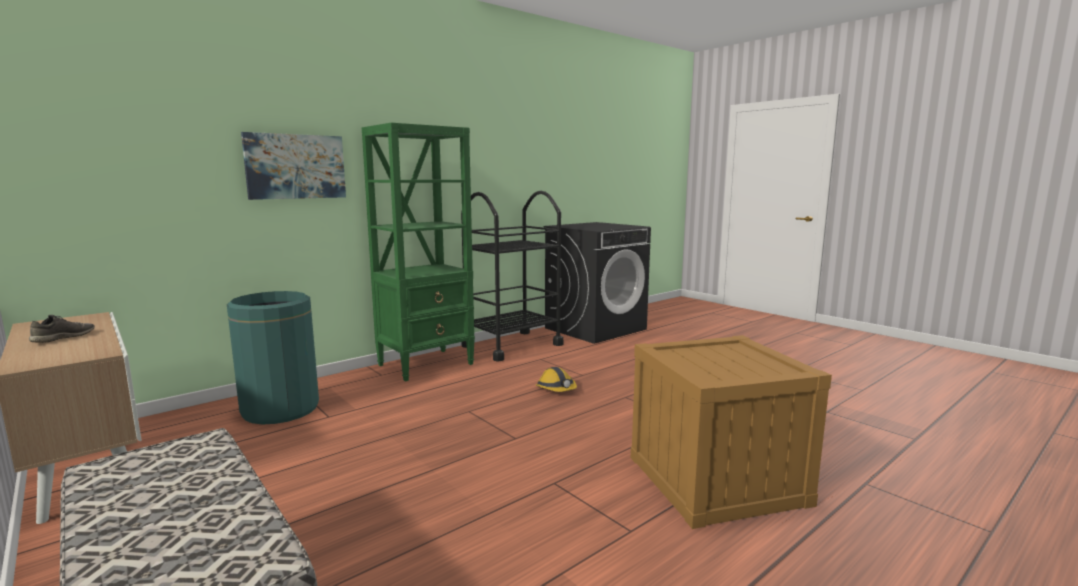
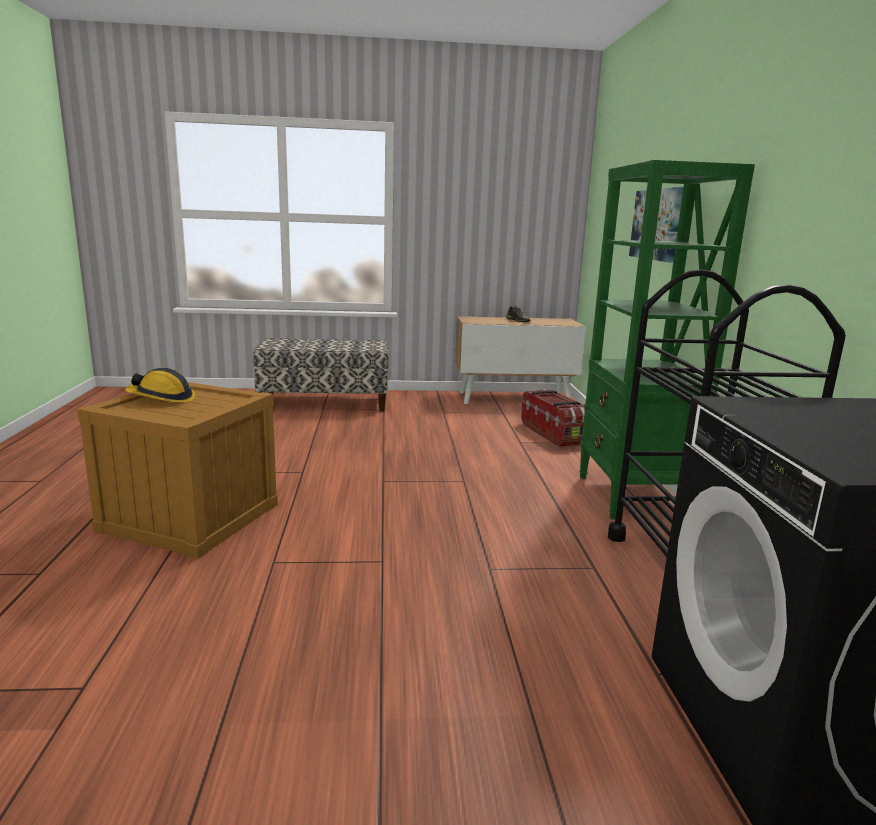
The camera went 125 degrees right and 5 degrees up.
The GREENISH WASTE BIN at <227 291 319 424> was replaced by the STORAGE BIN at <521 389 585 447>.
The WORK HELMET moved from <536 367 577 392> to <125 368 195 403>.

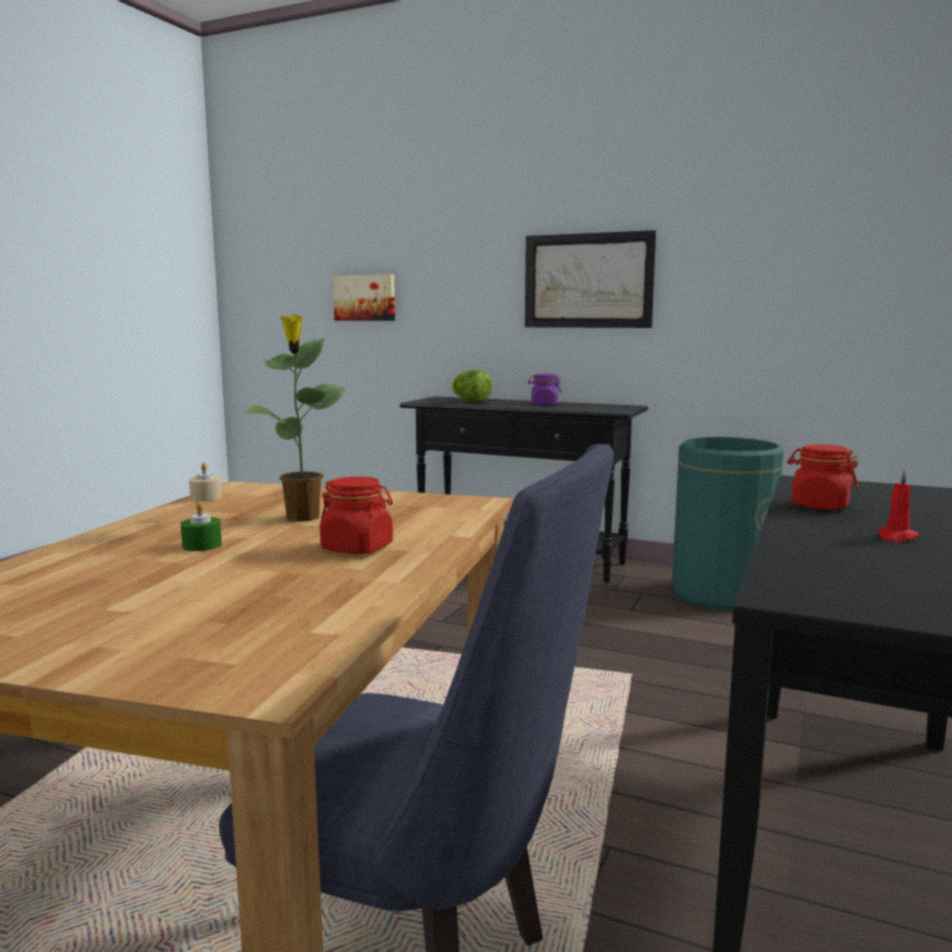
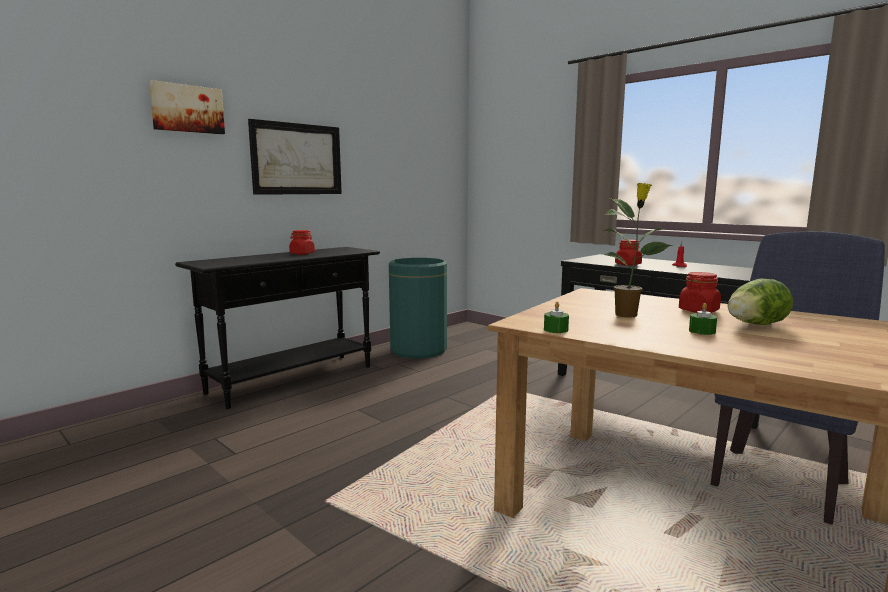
The camera went 70 degrees left and 0 degrees up.
The WALL ART moved from <333 274 395 321> to <149 80 225 134>.
The LETTUCE HEAD moved from <450 370 492 402> to <728 279 793 325>.
The PURPLE-COLOURED JAR at <528 374 562 406> became the RED-COLOURED JAR at <289 230 315 255>.
The SAND-COLOURED WAX CANDLE at <189 463 222 501> became the GREENISH WAX CANDLE at <544 302 569 333>.

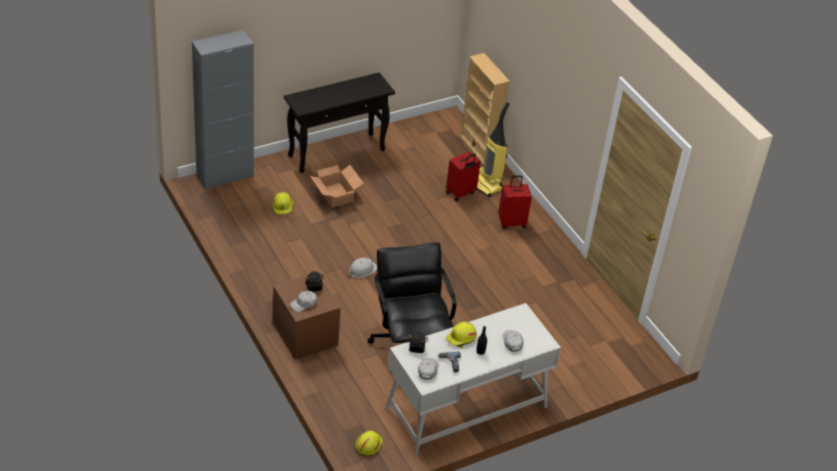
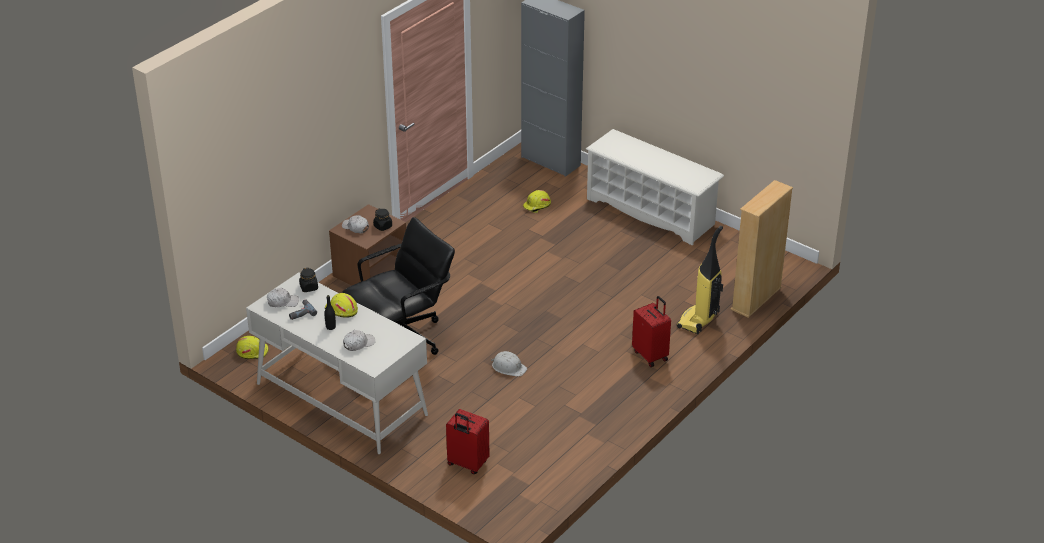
The camera went 70 degrees right and 5 degrees down.
The BLACK CONSOLE TABLE at <284 72 395 173> was replaced by the WHITE SHOE STAND at <586 129 724 245>.
The RED-COLOURED PIECE OF LUGGAGE moved from <446 152 481 201> to <446 409 490 474>.
The PACKING BOX at <310 165 363 207> disappeared.
The WHITE WORK HELMET moved from <349 258 377 278> to <491 351 527 377>.

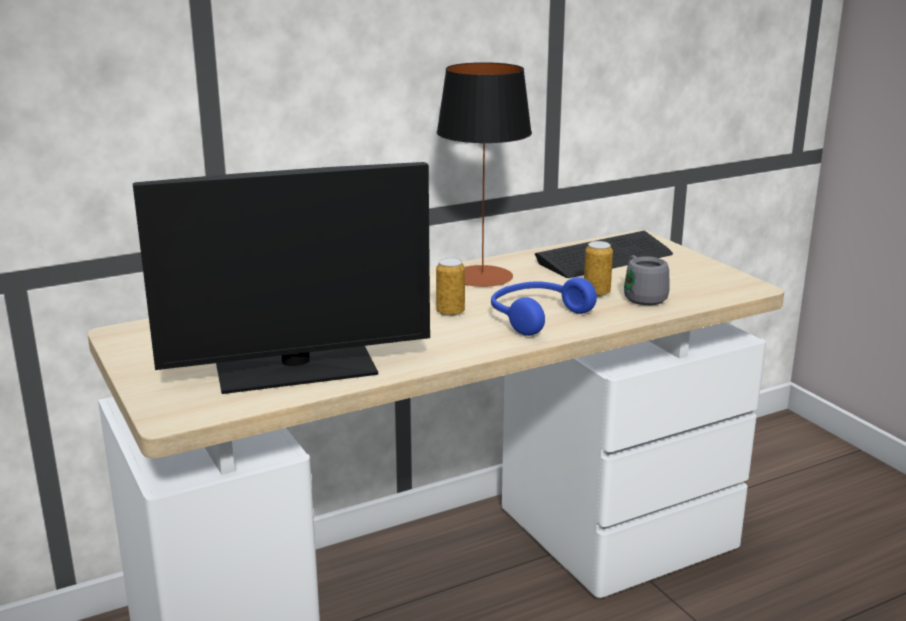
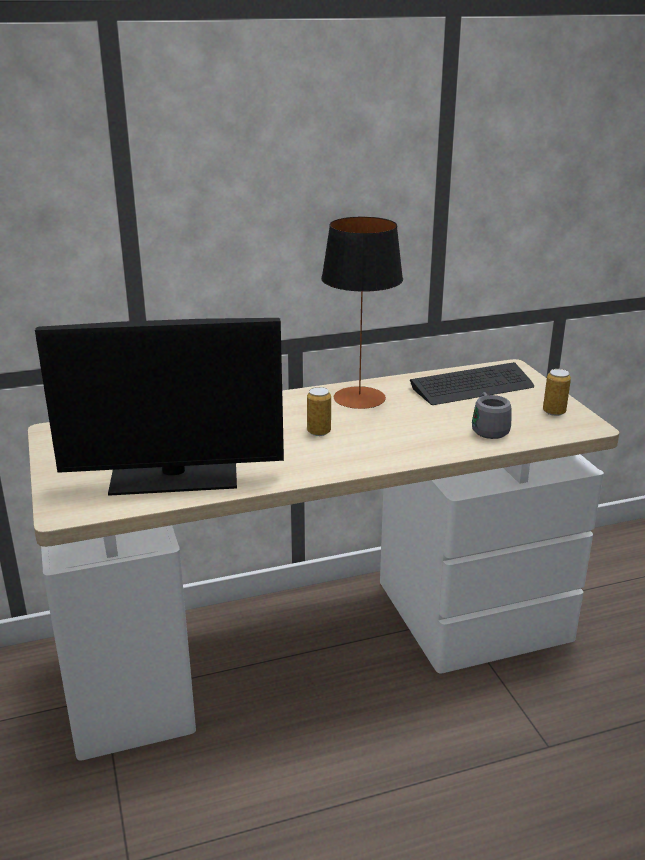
The camera went 10 degrees right and 5 degrees up.
The SEALED CAN moved from <584 241 613 297> to <543 369 571 416>.
The BLUISH HEADPHONES at <491 277 597 336> disappeared.

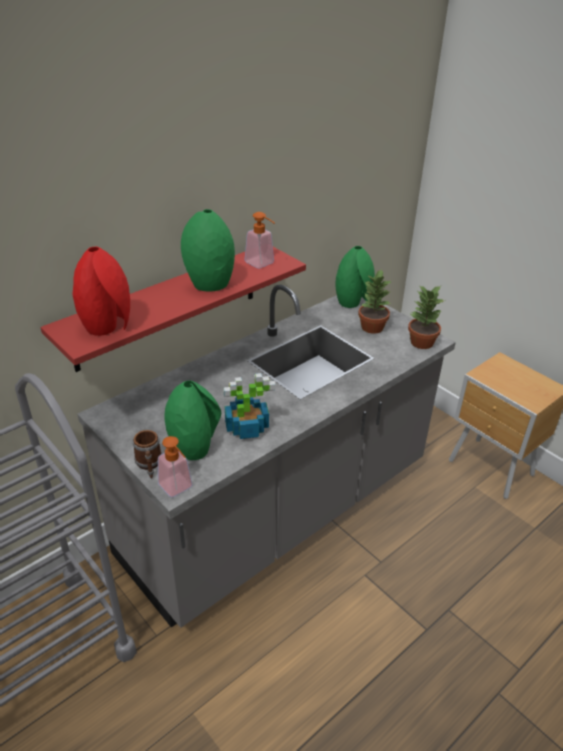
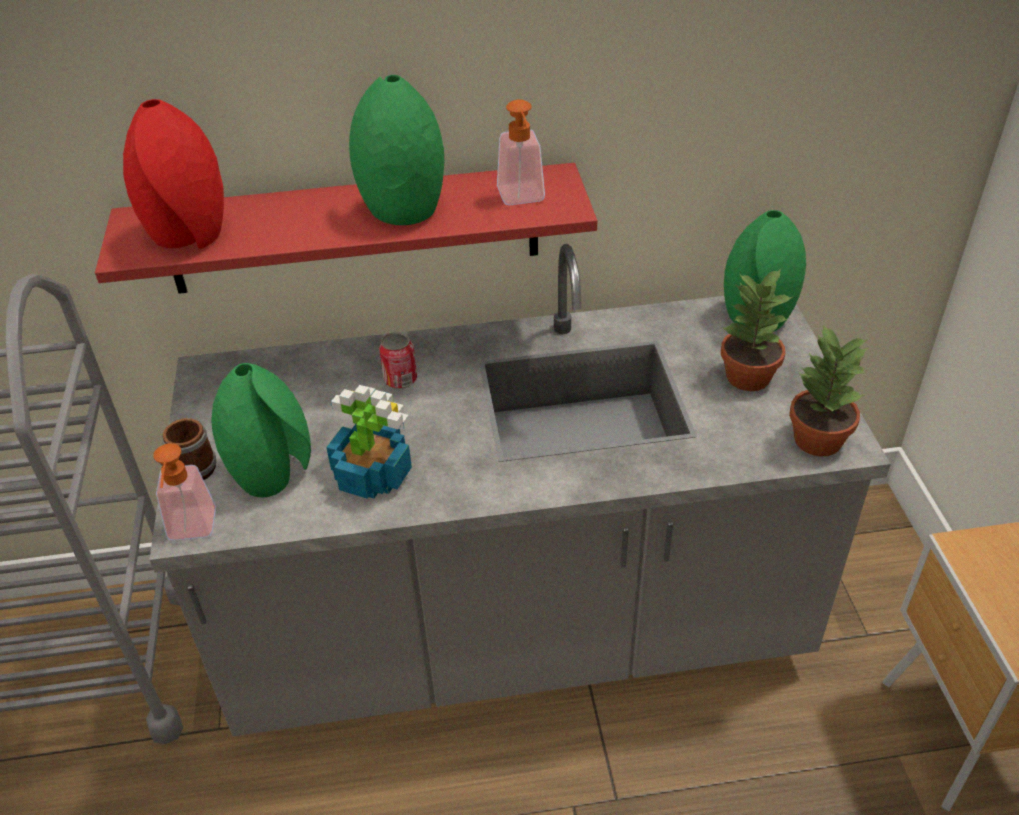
The camera went 35 degrees right and 5 degrees up.
The SEALED CAN at <379 332 417 389> appeared.

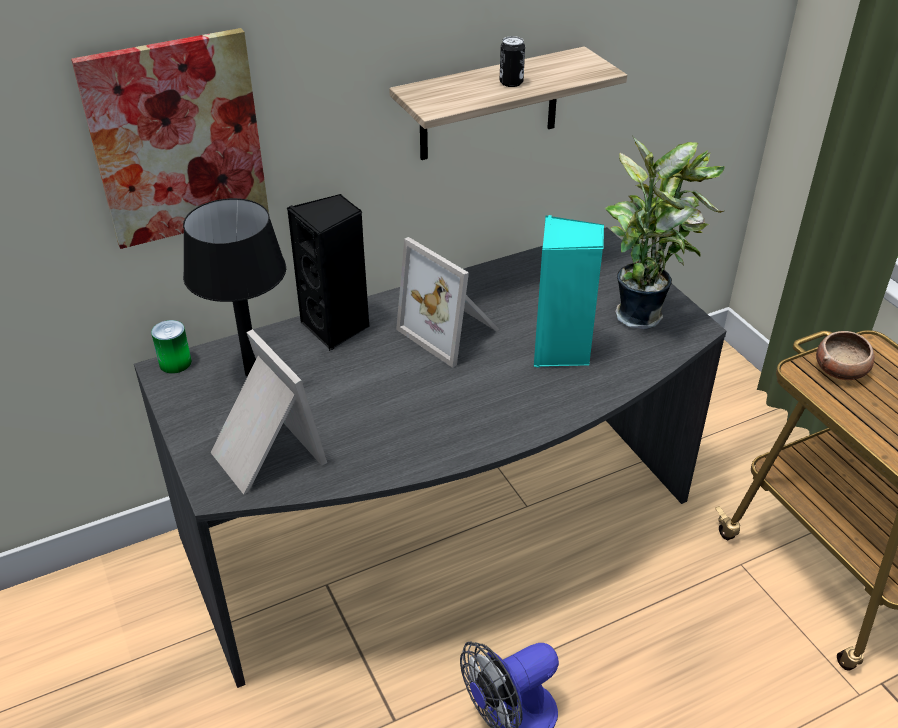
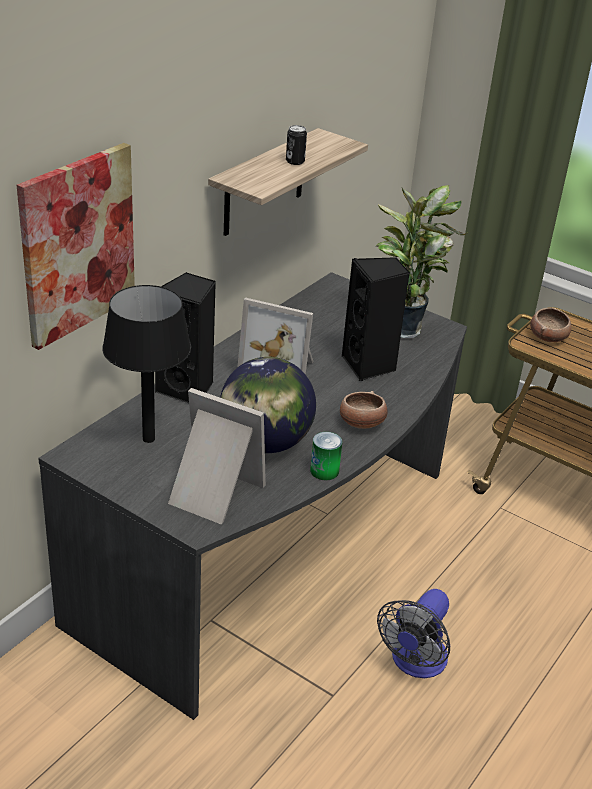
The camera went 30 degrees left and 5 degrees down.
The TURQUOISE SPEAKER at <534 215 604 368> became the BLACK SPEAKER at <342 257 410 381>.
The SEALED CAN moved from <151 320 192 374> to <310 432 342 480>.
The DESK GLOBE at <220 357 316 453> appeared.
The SERVING BOWL at <340 391 388 429> appeared.

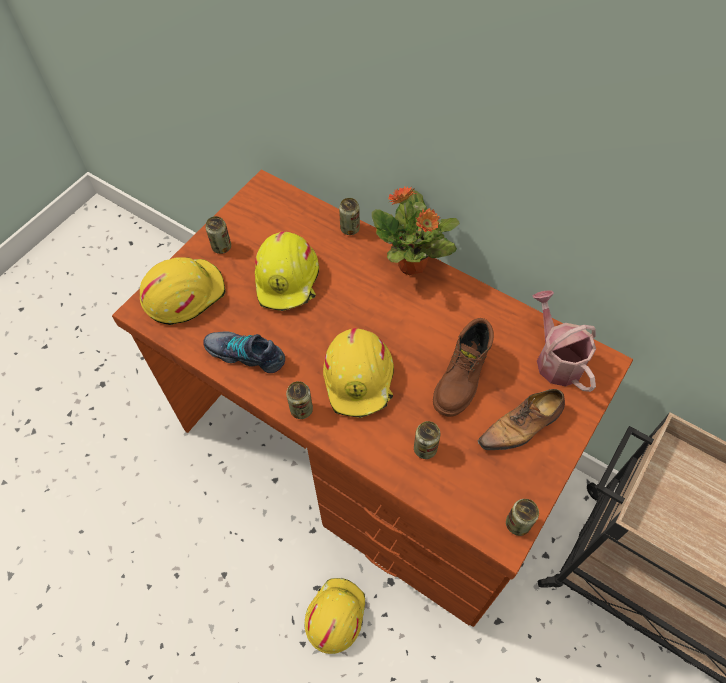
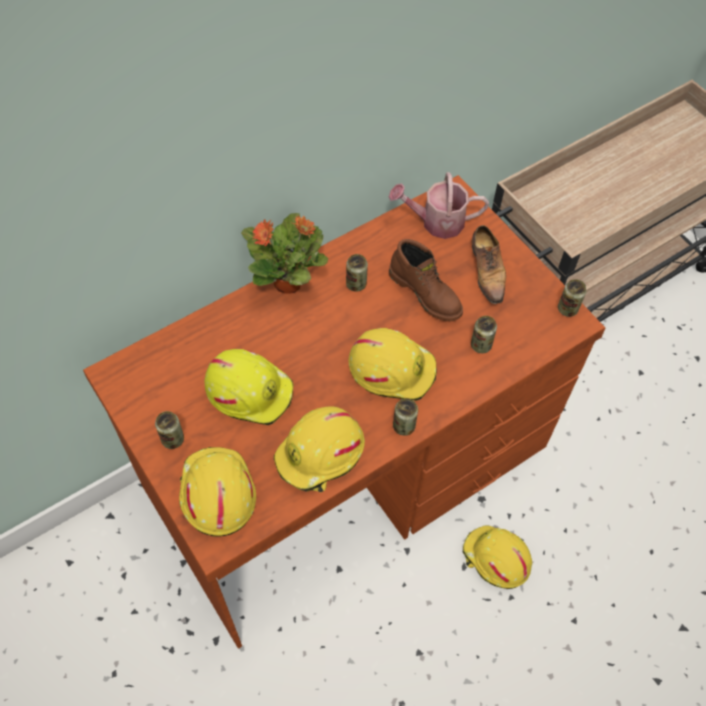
The camera went 70 degrees left and 0 degrees up.
The SEALED CAN moved from <339 198 360 235> to <346 254 368 292>.
The SHOE at <203 331 285 373> was replaced by the YELLOW-COLOURED WORK HELMET at <274 406 365 492>.

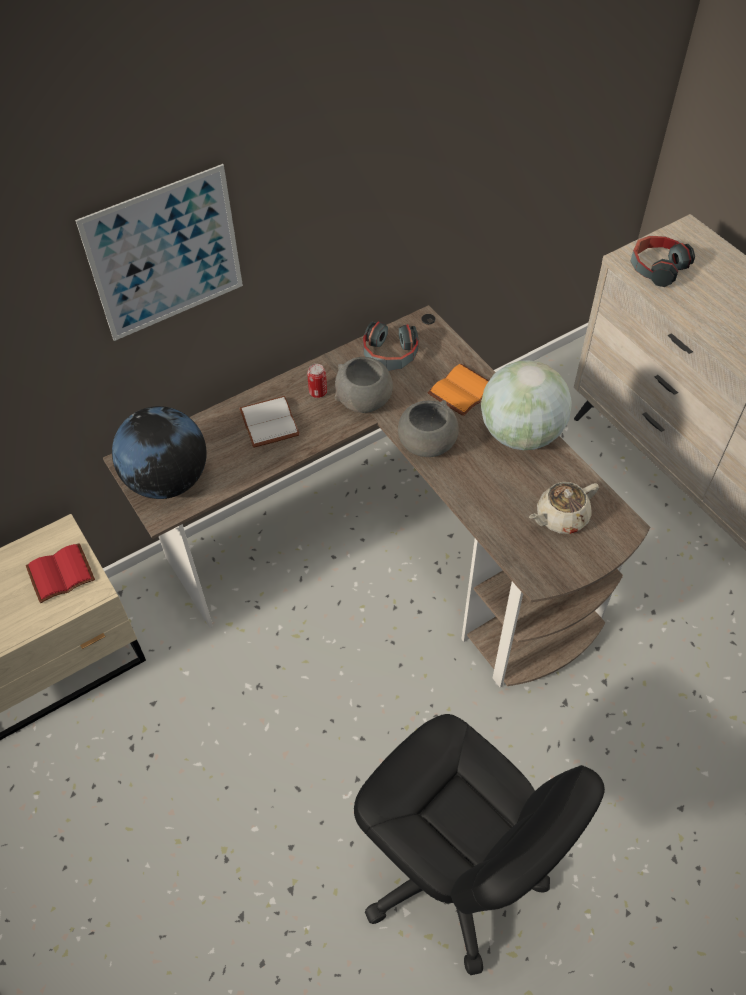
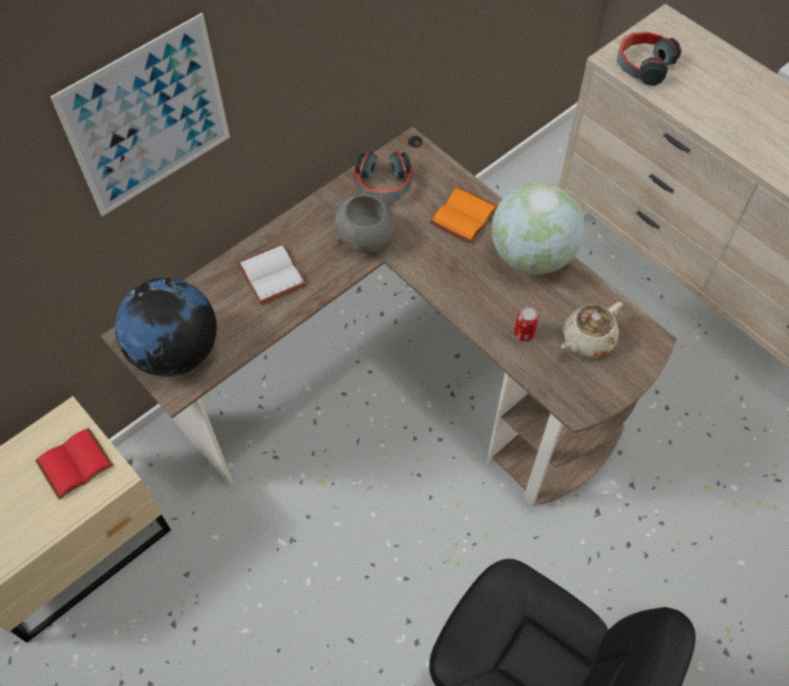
The camera went 10 degrees left and 5 degrees up.
The SEALED CAN moved from <307 364 327 398> to <514 306 539 341>.
The GRAY SERVING BOWL at <398 400 459 457> disappeared.

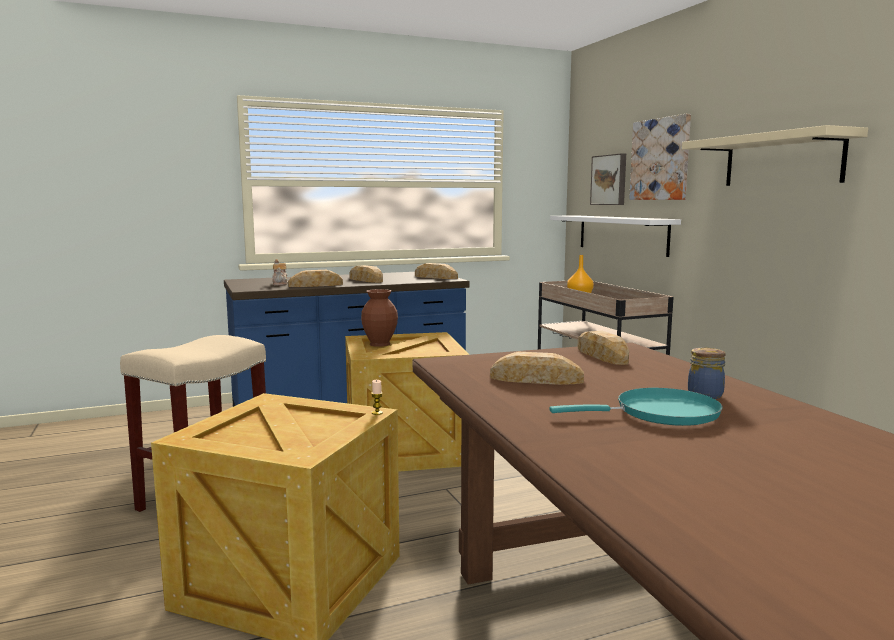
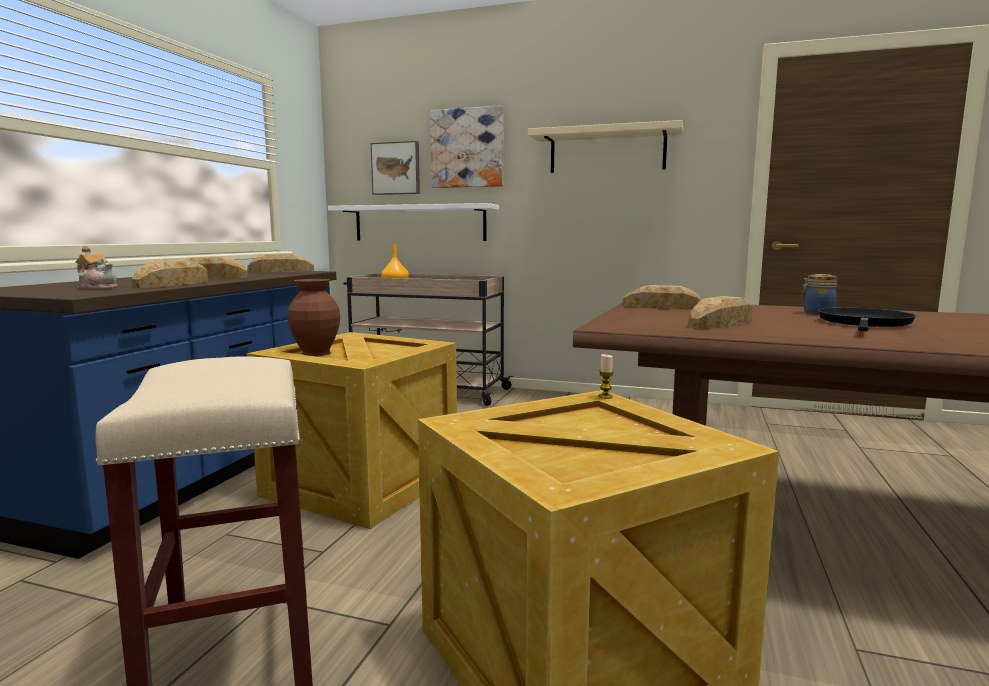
The camera went 50 degrees left and 0 degrees up.
The TURQUOISE PAN at <549 388 723 426> became the BLACK PAN at <818 307 916 331>.

